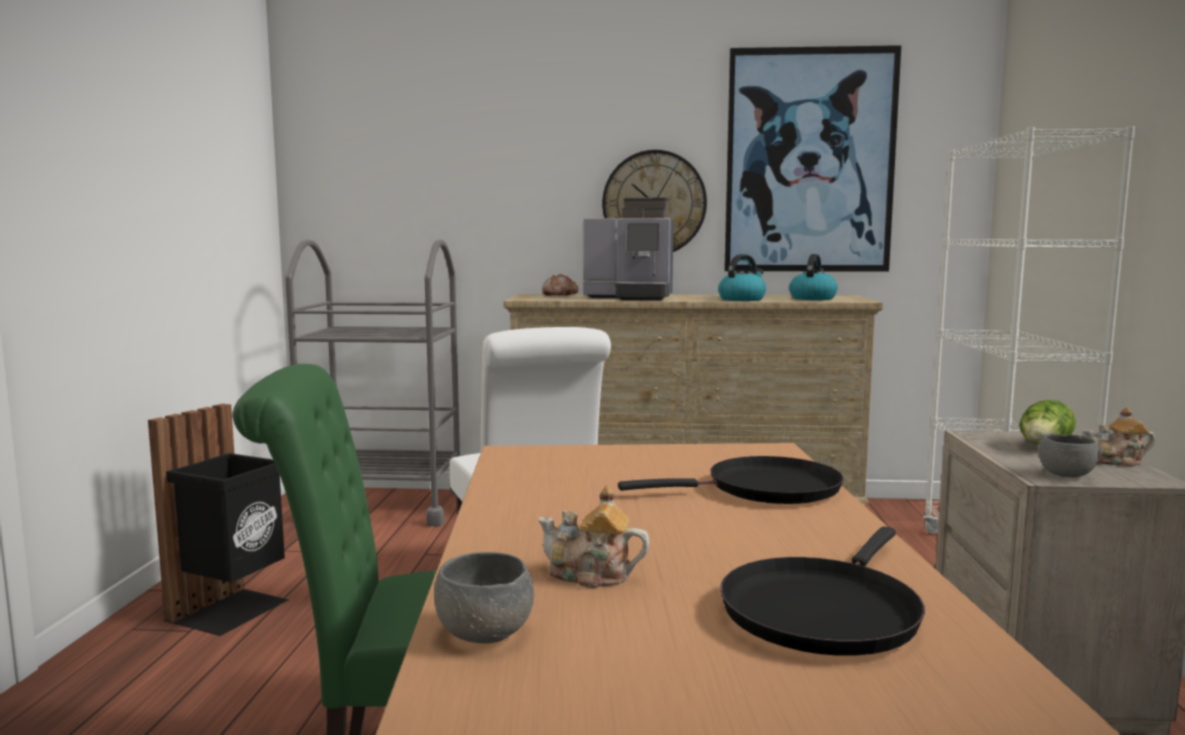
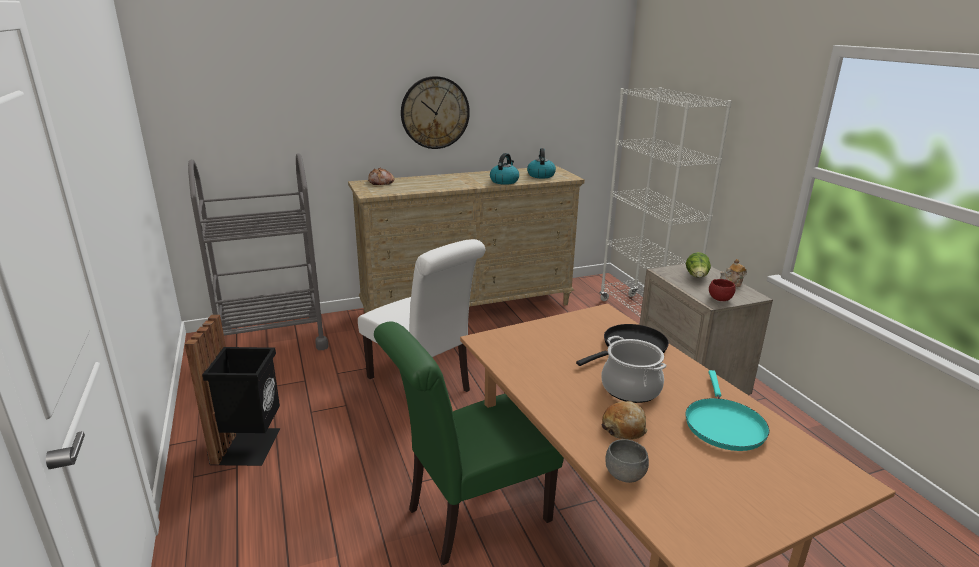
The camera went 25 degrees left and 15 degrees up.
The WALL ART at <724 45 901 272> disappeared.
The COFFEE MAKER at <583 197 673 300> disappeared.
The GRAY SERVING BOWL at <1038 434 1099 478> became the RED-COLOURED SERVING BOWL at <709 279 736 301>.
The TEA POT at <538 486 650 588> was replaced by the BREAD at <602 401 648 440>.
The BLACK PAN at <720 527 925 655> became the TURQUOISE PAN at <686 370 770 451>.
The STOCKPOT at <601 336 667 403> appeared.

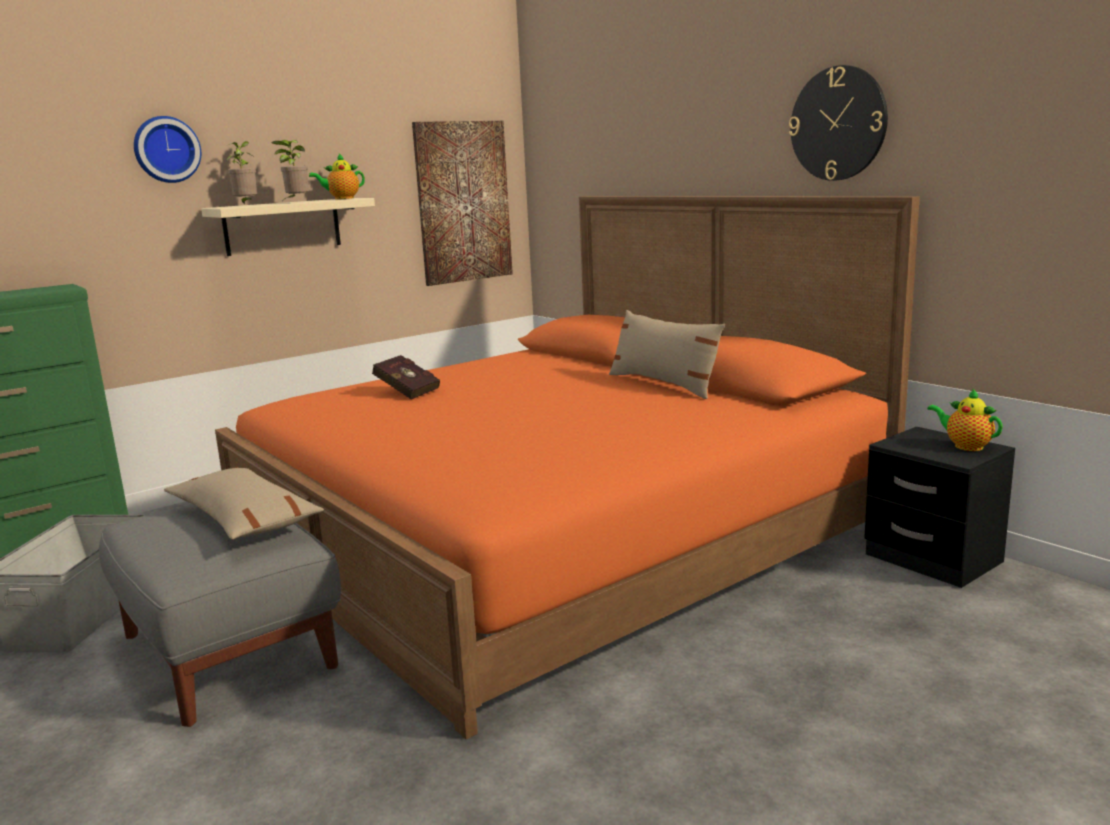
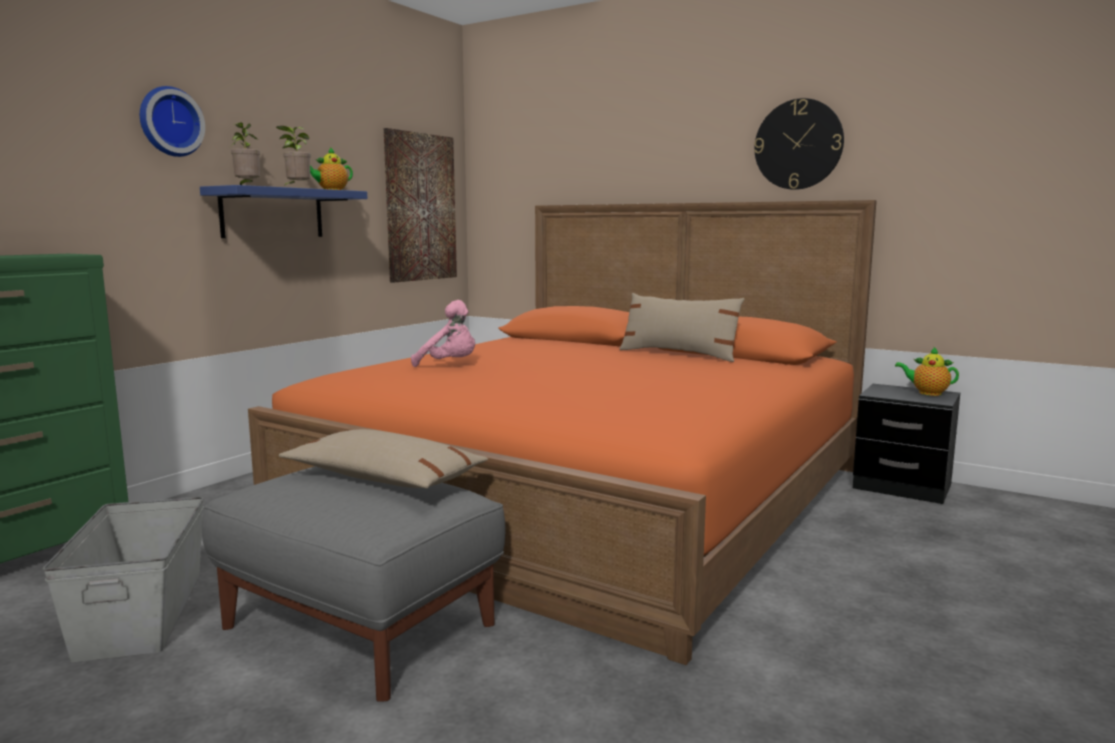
The camera went 20 degrees left and 5 degrees down.
The SAND-COLOURED BRACKET SHELF at <201 198 375 256> became the BLUISH BRACKET SHELF at <200 185 368 238>.
The RED-COLOURED BOOK at <372 355 440 399> was replaced by the PINK SOFT TOY at <411 300 475 367>.

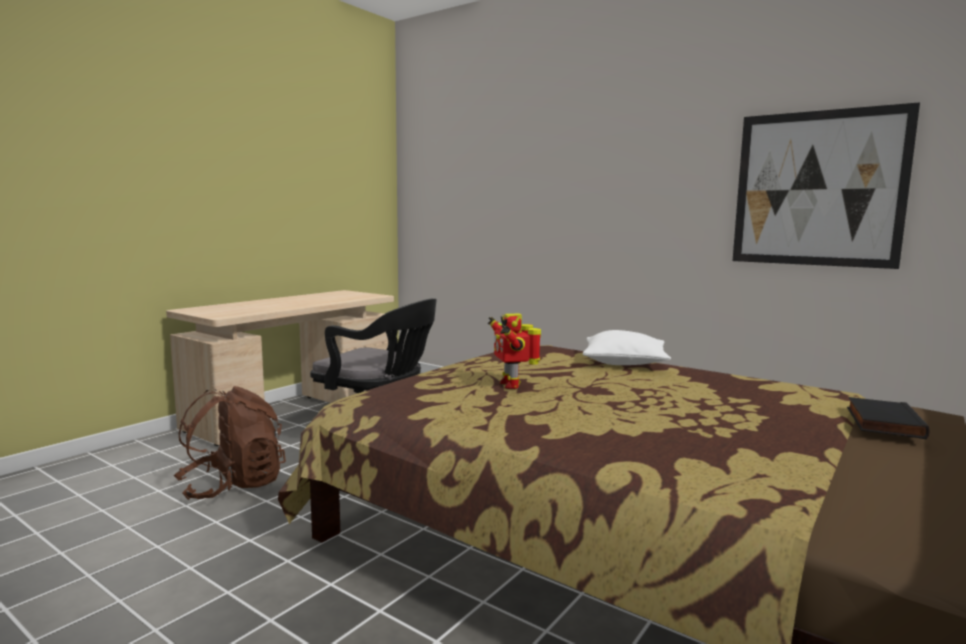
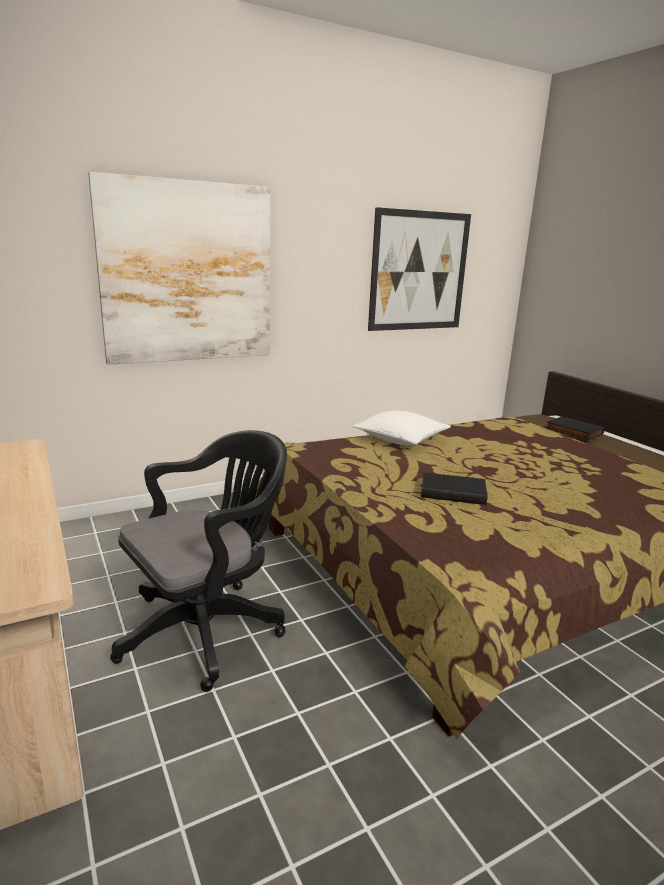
The camera went 65 degrees left and 10 degrees up.
The TOY ROBOT at <488 313 541 389> was replaced by the BLACK BOOK at <421 472 488 505>.
The BROWN BACKPACK at <173 386 286 500> disappeared.
The WALL ART at <88 172 270 365> appeared.

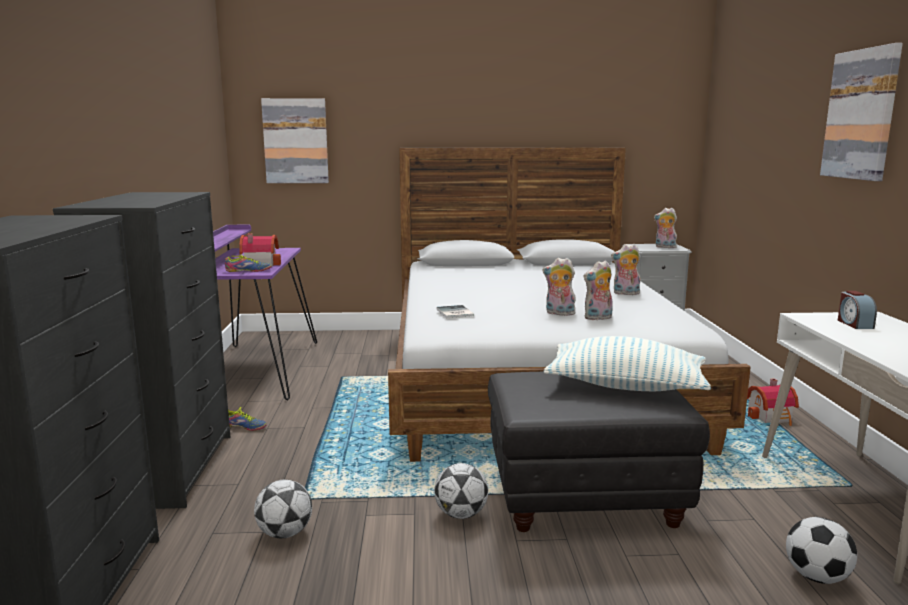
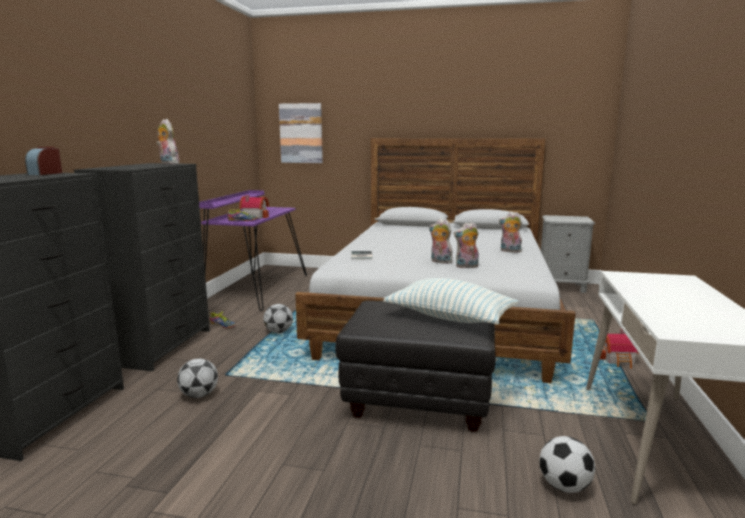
The camera went 15 degrees right and 0 degrees up.
The WALL ART at <820 43 903 181> disappeared.
The SOFT TOY moved from <654 208 677 248> to <156 119 179 164>.
The TABLE CLOCK moved from <838 291 877 329> to <25 147 62 175>.
The FOOTBALL moved from <434 463 488 519> to <263 304 293 333>.

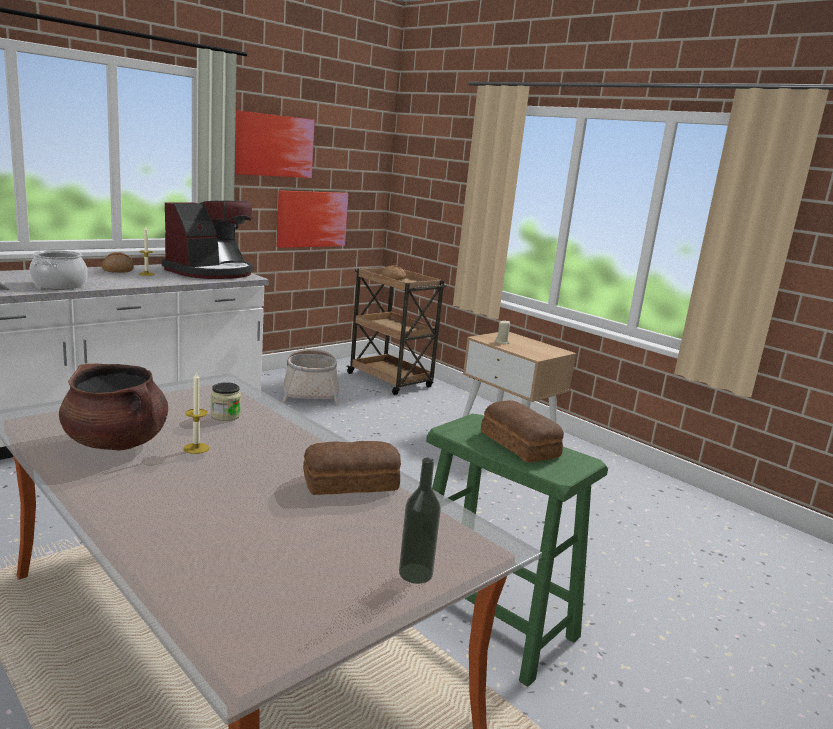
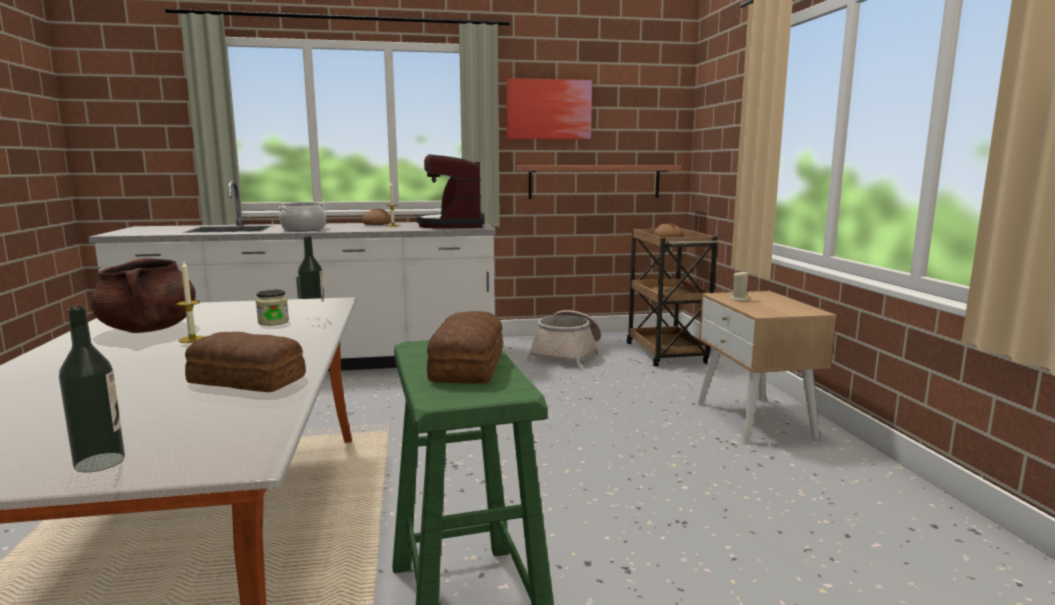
The camera went 35 degrees right and 5 degrees down.
The WALL ART at <276 190 349 248> was replaced by the BRACKET SHELF at <516 165 682 199>.
The COFFEE MAKER at <162 201 253 279> turned 105 degrees clockwise.
The DRINK BOTTLE at <298 236 325 322> appeared.

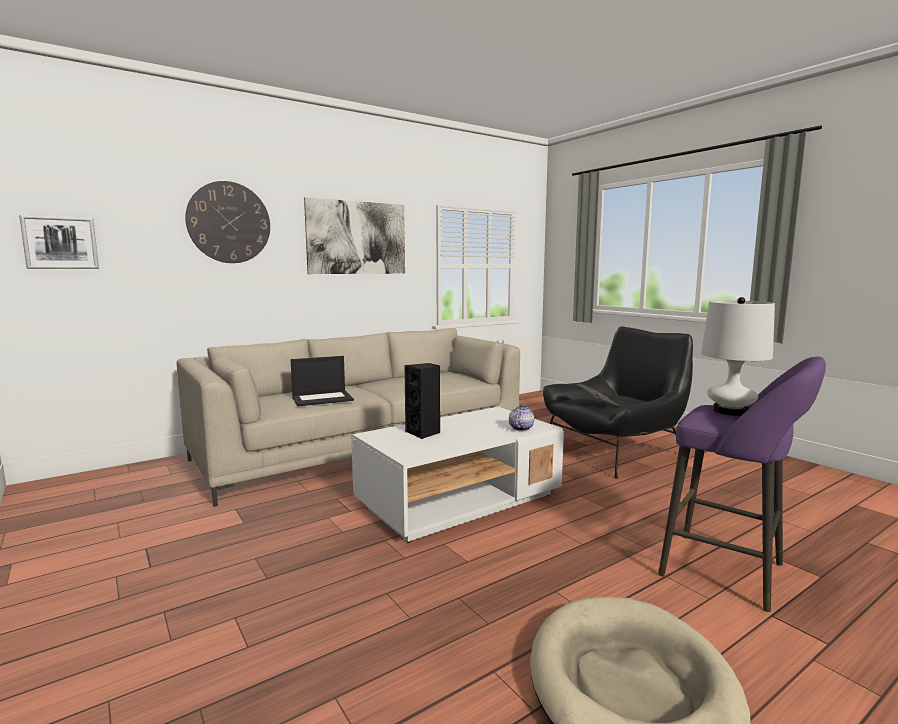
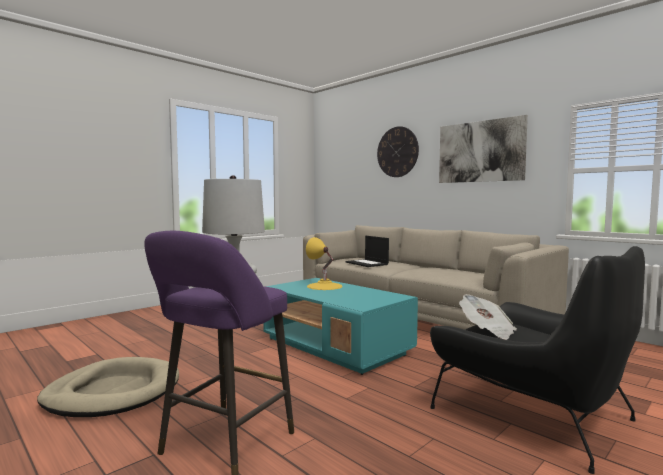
The camera went 80 degrees right and 5 degrees down.
The WALL ART at <19 215 99 269> disappeared.
The BLACK SPEAKER at <405 363 441 439> was replaced by the YELLOW-COLOURED LAMP FOR A TABLE at <306 237 343 290>.
The TEA POT at <509 404 534 431> disappeared.
The WHITE COFFEE TABLE at <351 407 564 543> became the TURQUOISE COFFEE TABLE at <263 278 418 375>.

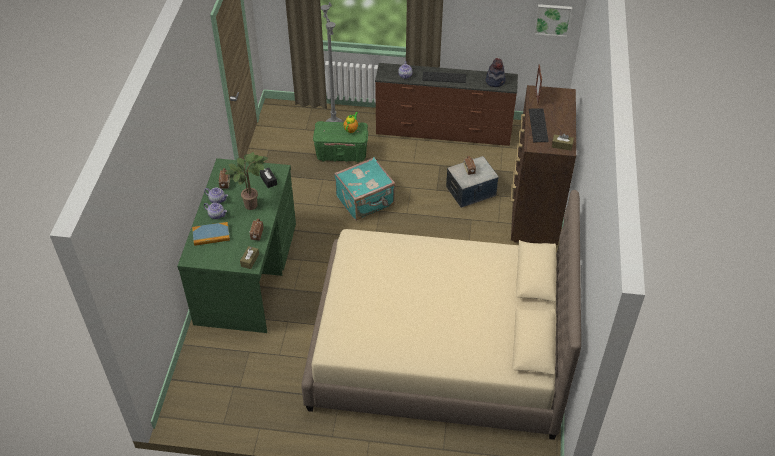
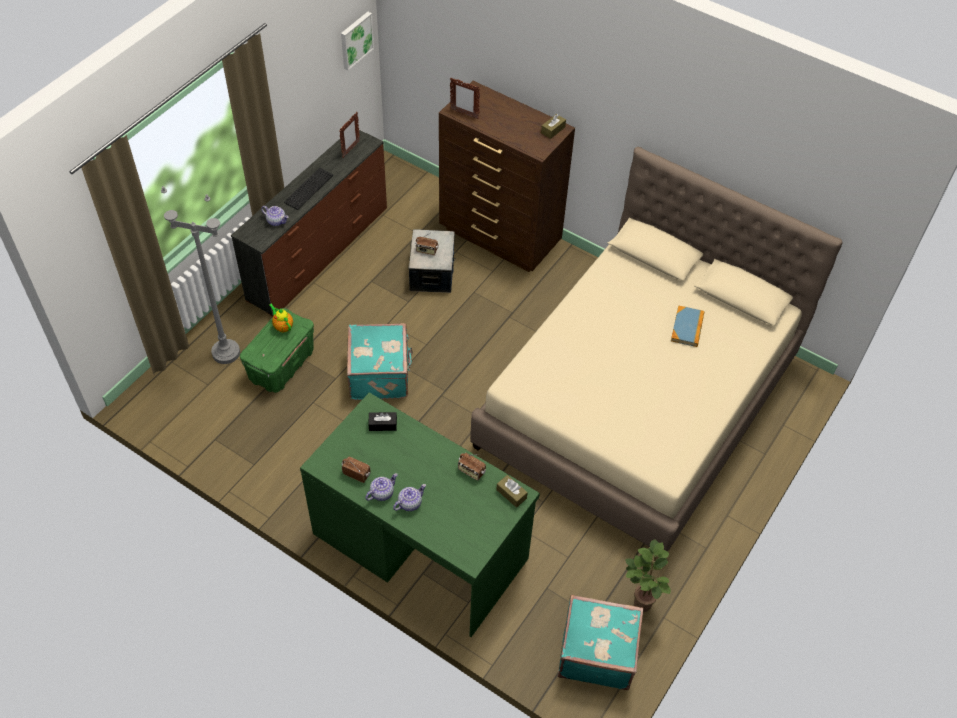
The camera went 65 degrees left and 5 degrees up.
The CLOTHING HAT at <486 58 506 87> was replaced by the STANDING FRAME at <339 112 360 158>.
The COMPUTER KEYBOARD at <529 108 549 142> disappeared.
The HOUSEPLANT moved from <225 152 268 210> to <625 540 671 612>.
The BOOK moved from <192 222 230 246> to <671 305 704 347>.
The TURQUOISE PIECE OF LUGGAGE at <558 595 643 690> appeared.

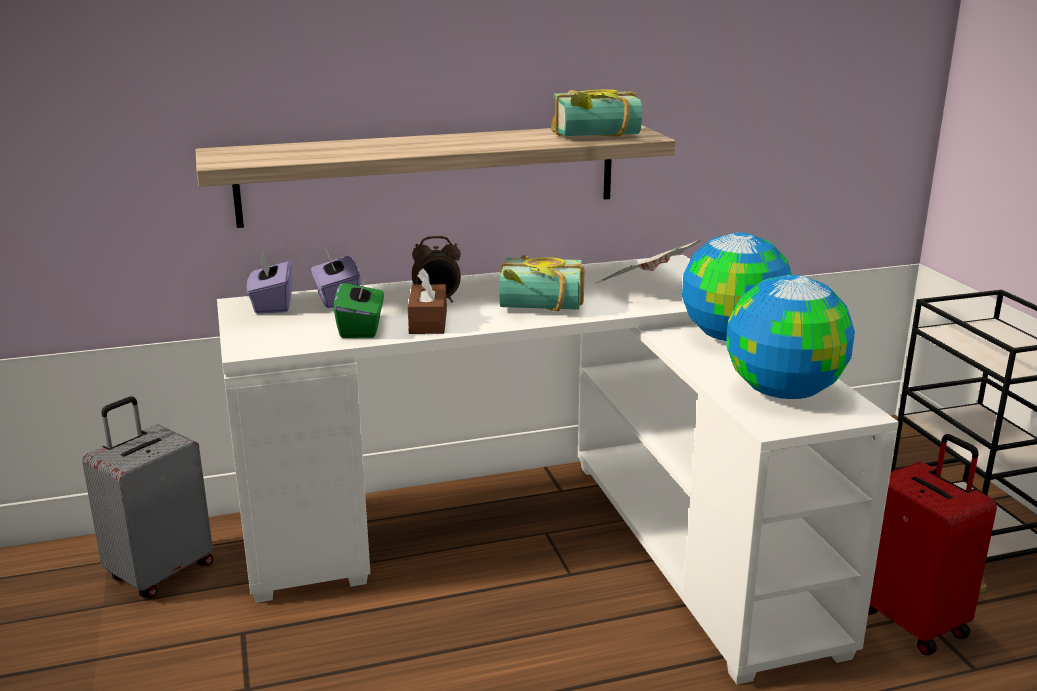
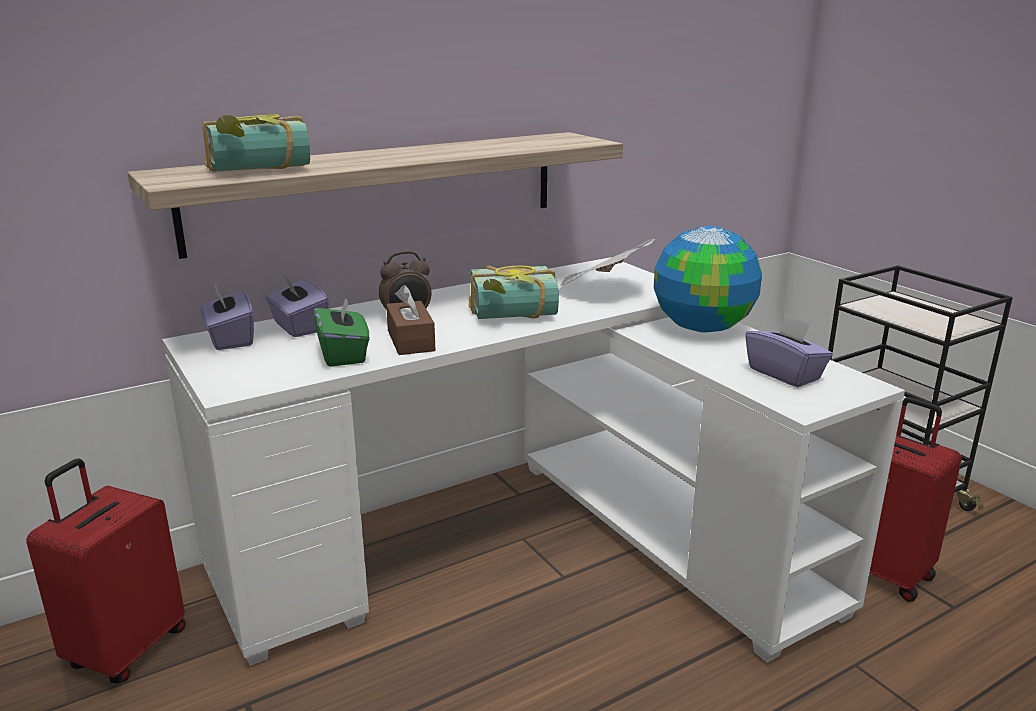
The camera went 15 degrees left and 0 degrees up.
The BOOK moved from <551 89 642 137> to <202 115 310 172>.
The DESK GLOBE at <726 275 855 399> was replaced by the PURPLE-COLOURED BOX OF TISSUES at <745 314 833 387>.
The GRAY PIECE OF LUGGAGE at <82 397 214 598> became the RED-COLOURED PIECE OF LUGGAGE at <26 459 186 684>.

